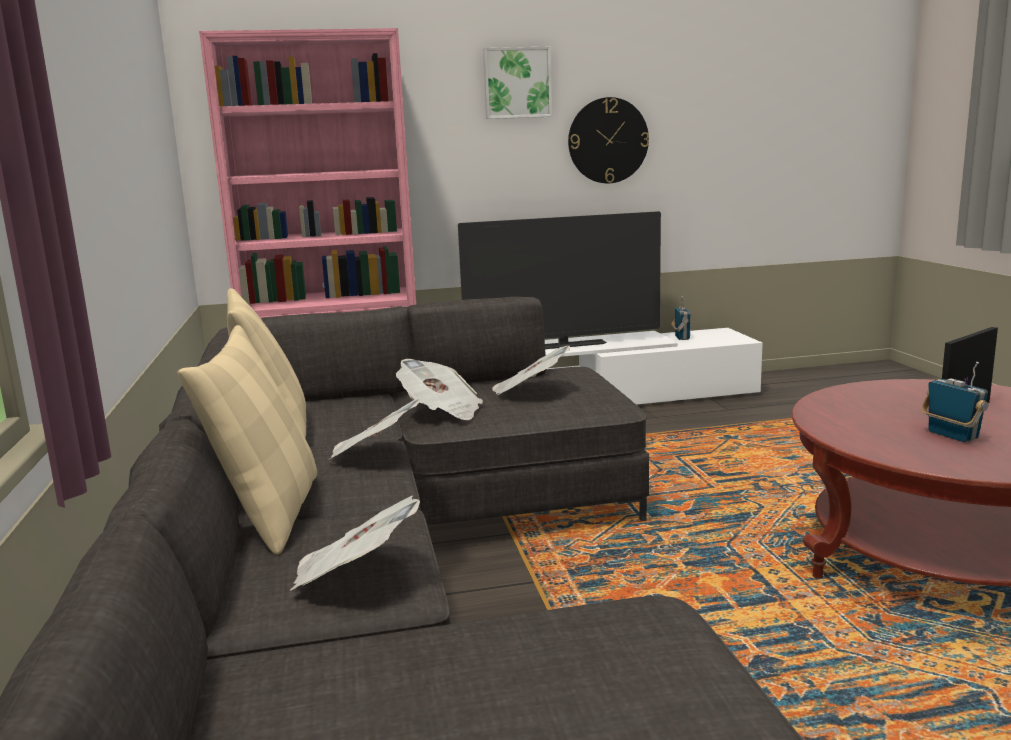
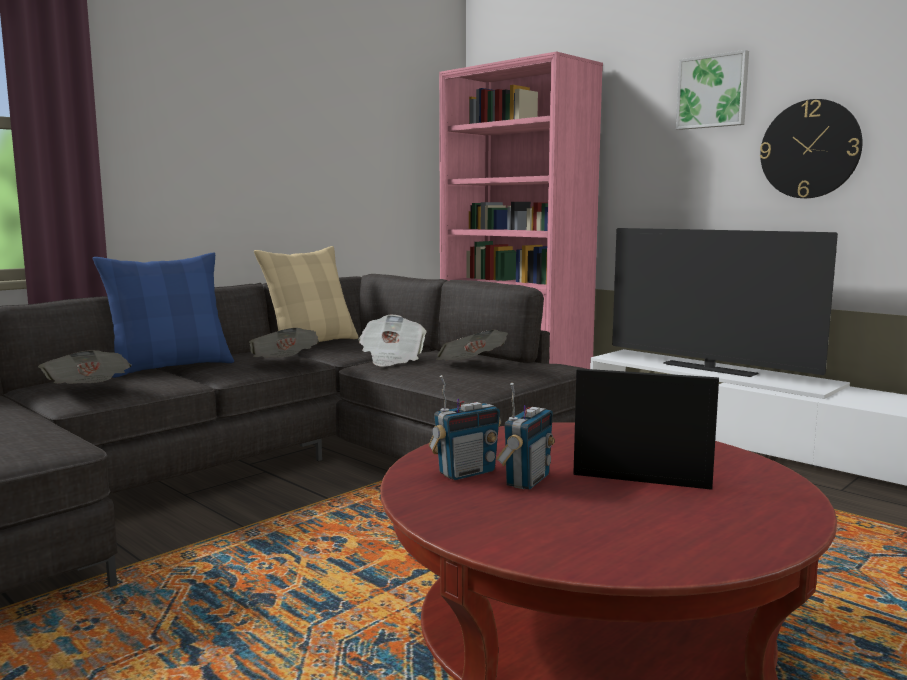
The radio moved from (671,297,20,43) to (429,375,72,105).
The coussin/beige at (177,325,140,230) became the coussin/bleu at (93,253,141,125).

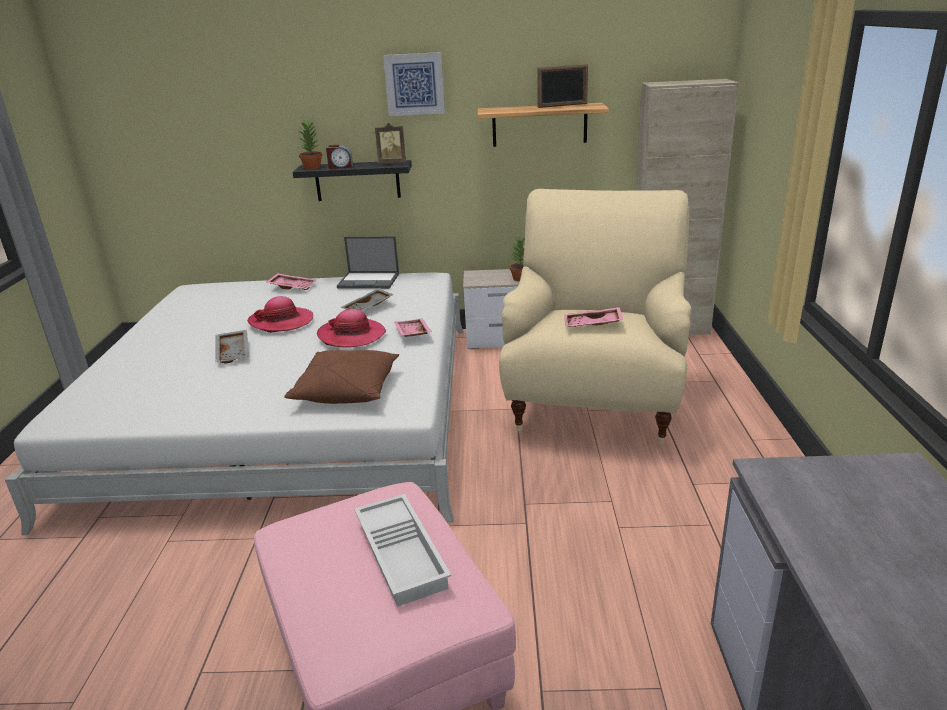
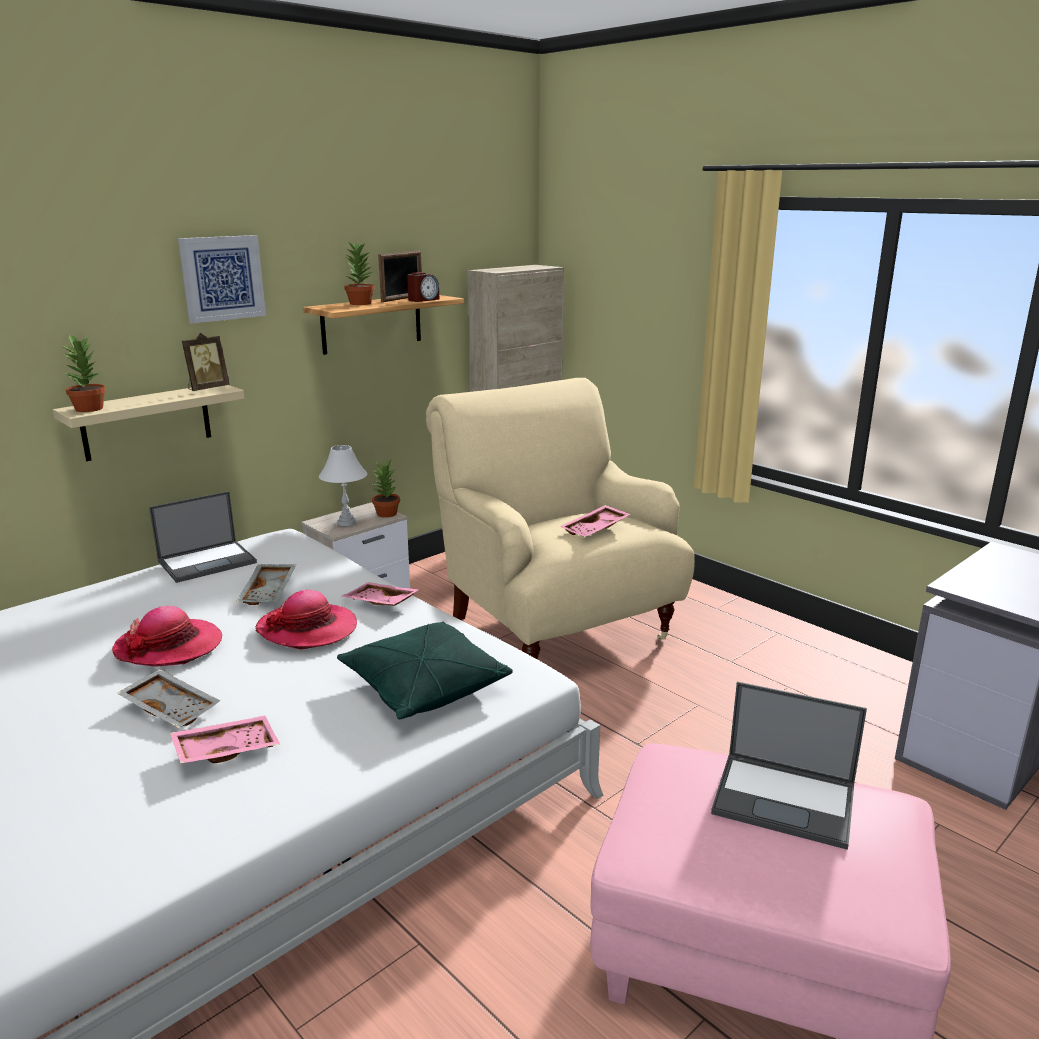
The lampe de table/blanc at (319,445,48,81) appeared.
The plante en pot at (344,242,31,63) appeared.
The plateau/rose moved from (267,273,50,17) to (170,715,110,48).
The réveil moved from (326,145,27,24) to (407,272,32,30).
The plateau/blanc at (354,494,97,113) was replaced by the ordinateur portable at (711,682,156,168).
The coussin/marron at (284,350,115,54) became the coussin/vert at (337,622,176,97).
The étagère/noir at (293,160,119,41) became the étagère/beige at (53,385,192,76).

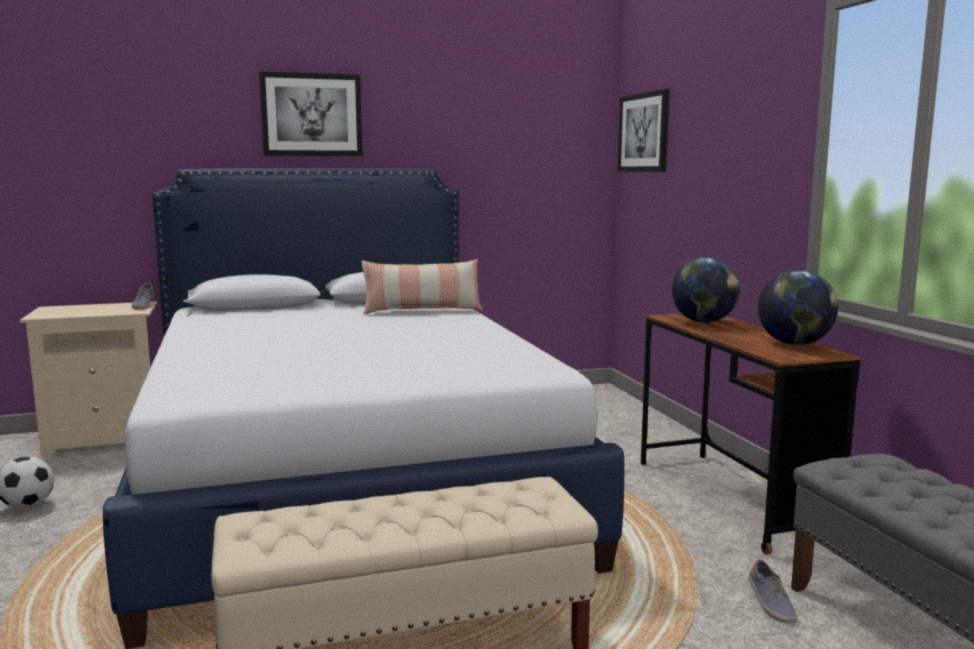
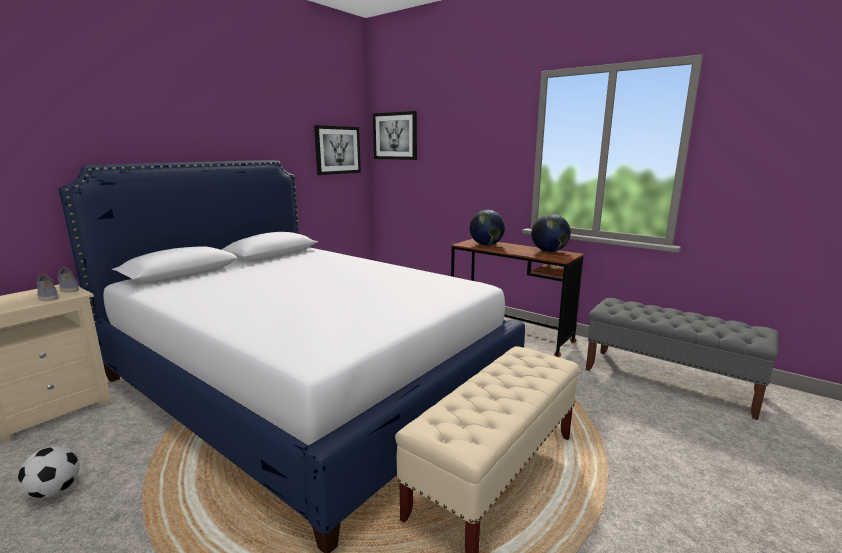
The coussin at (361,259,122,56) disappeared.
The tableau moved from (259,71,104,85) to (314,125,47,50).
The chaussure moved from (748,559,50,64) to (37,274,22,27).

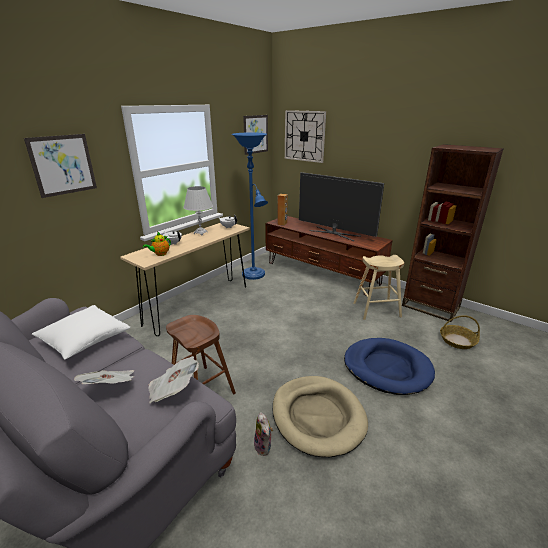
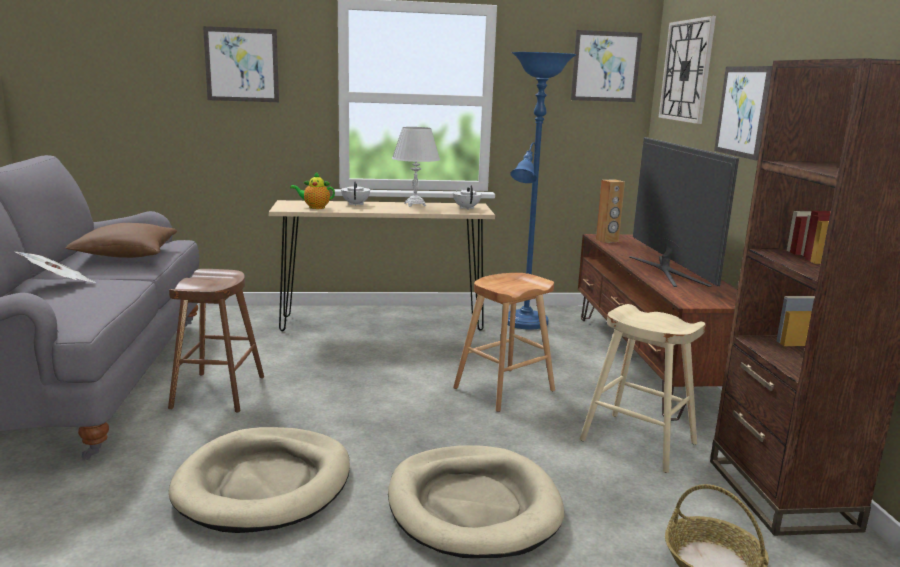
The journal at (148,356,51,48) disappeared.
The peluche at (254,412,19,44) disappeared.
The tabouret/marron at (453,273,102,139) appeared.
The tableau at (714,66,58,95) appeared.
The coussin/blanc at (32,305,99,54) became the coussin/marron at (66,223,111,35).
The panier pour chien/bleu at (344,338,91,57) became the panier pour chien/beige at (388,445,176,113).

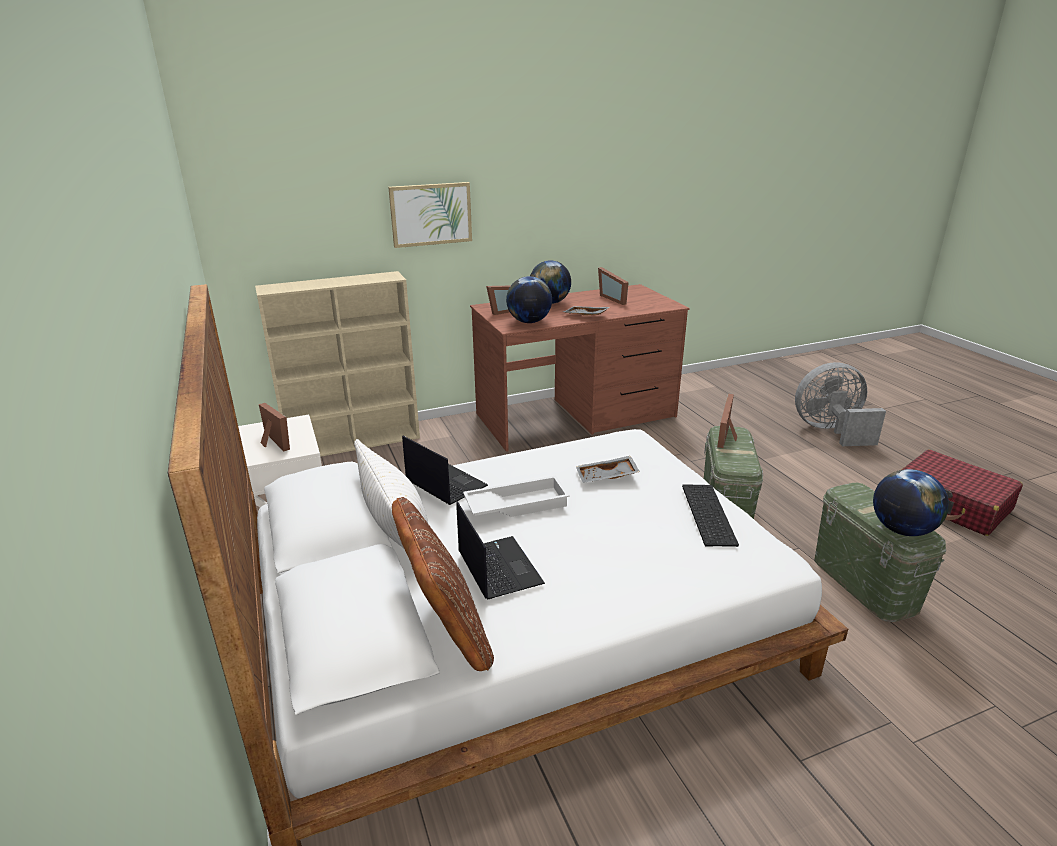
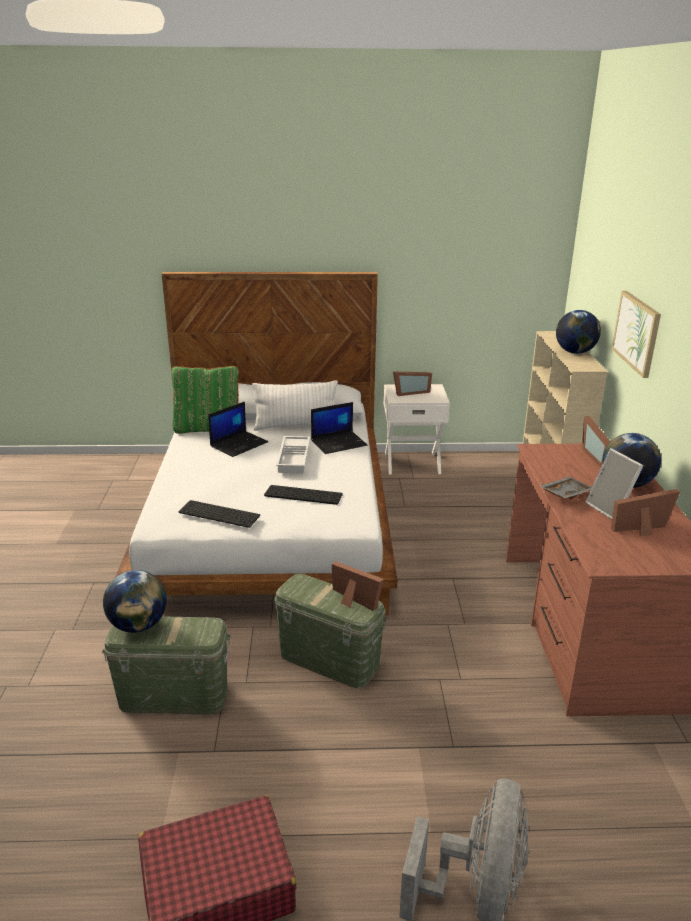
The cadre photo at (585,448,58,72) appeared.
The globe moved from (506,276,46,47) to (556,310,45,44).
The plateau/gris at (576,456,64,27) was replaced by the clavier at (264,485,79,20).
The coussin/marron at (392,497,102,174) became the coussin/vert at (171,366,68,68).
The ordinateur portable at (456,501,89,99) turned 45 degrees counterclockwise.

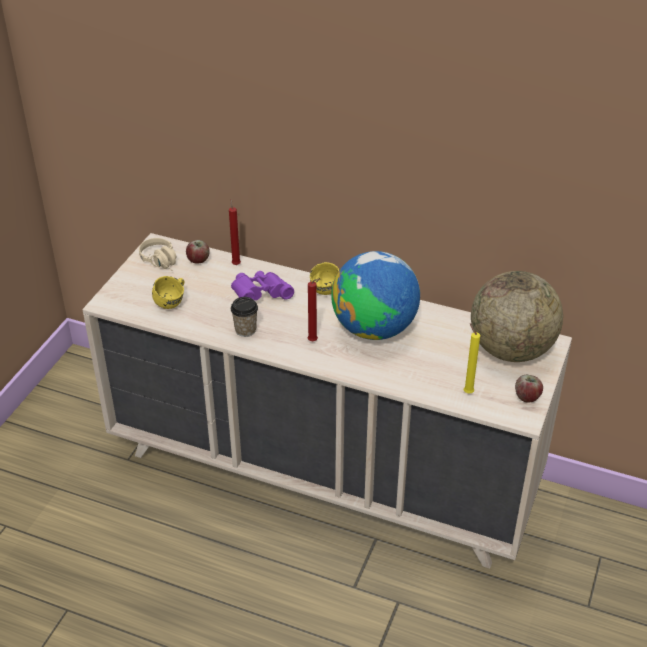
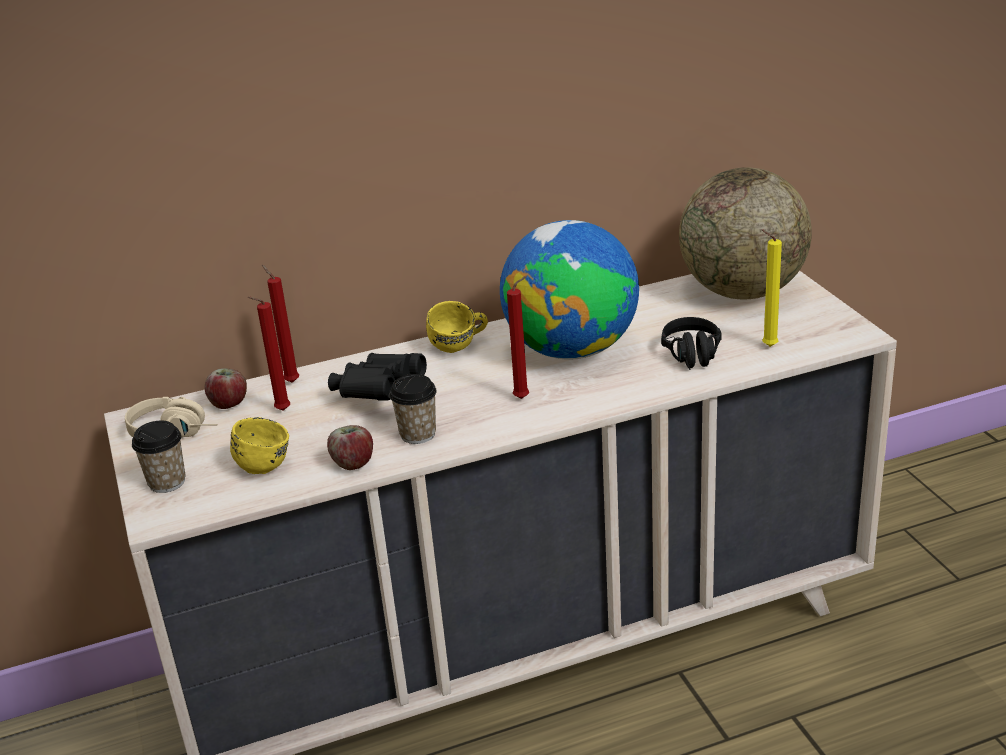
The tasse at (132,421,54,72) appeared.
The bougie/rouge at (248,297,42,114) appeared.
The casque audio/noir at (661,317,61,53) appeared.
The pomme moved from (515,375,28,28) to (327,425,46,45).
The jumelles/violet at (231,271,63,29) became the jumelles/noir at (328,353,99,47).

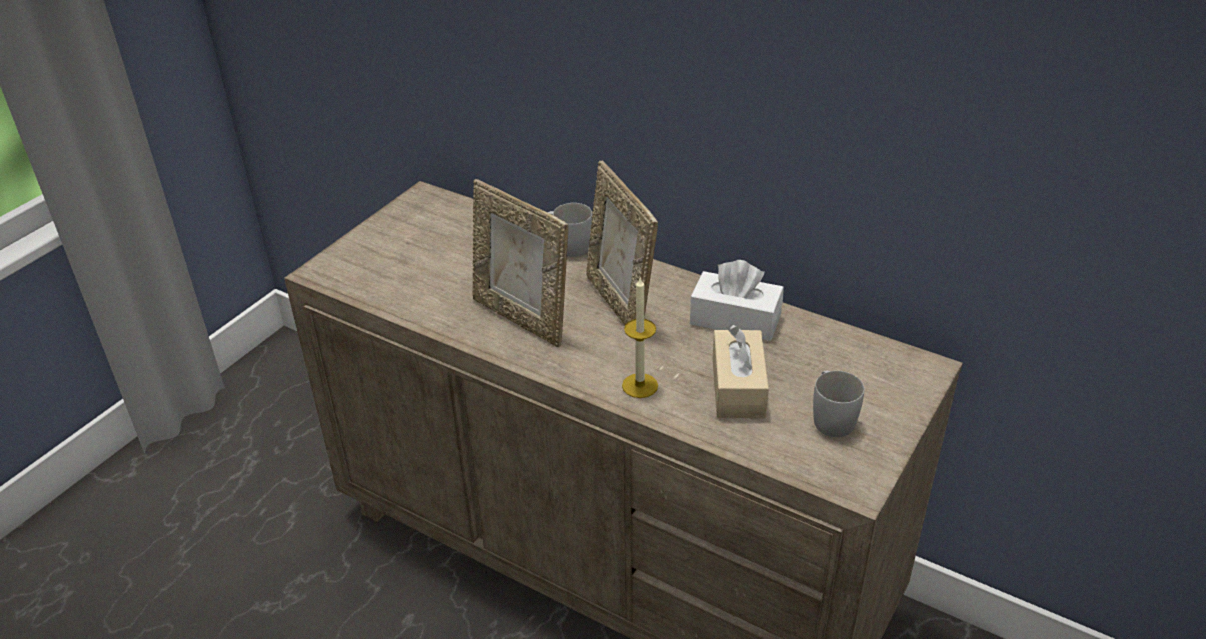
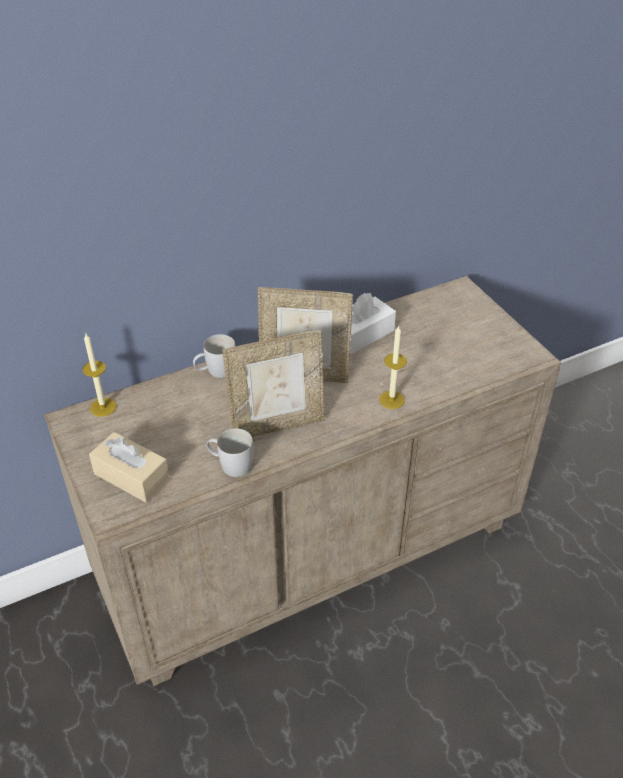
The bougie at (82,334,34,83) appeared.
The boîte à mouchoirs/beige moved from (713,325,56,93) to (89,432,81,70).
The mug/blanc moved from (813,371,51,66) to (207,428,46,49).

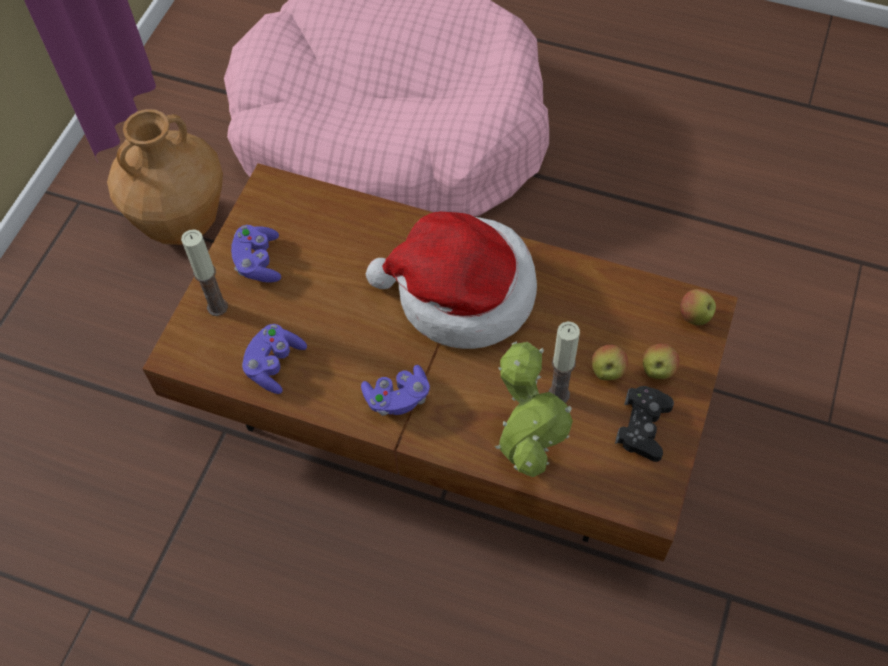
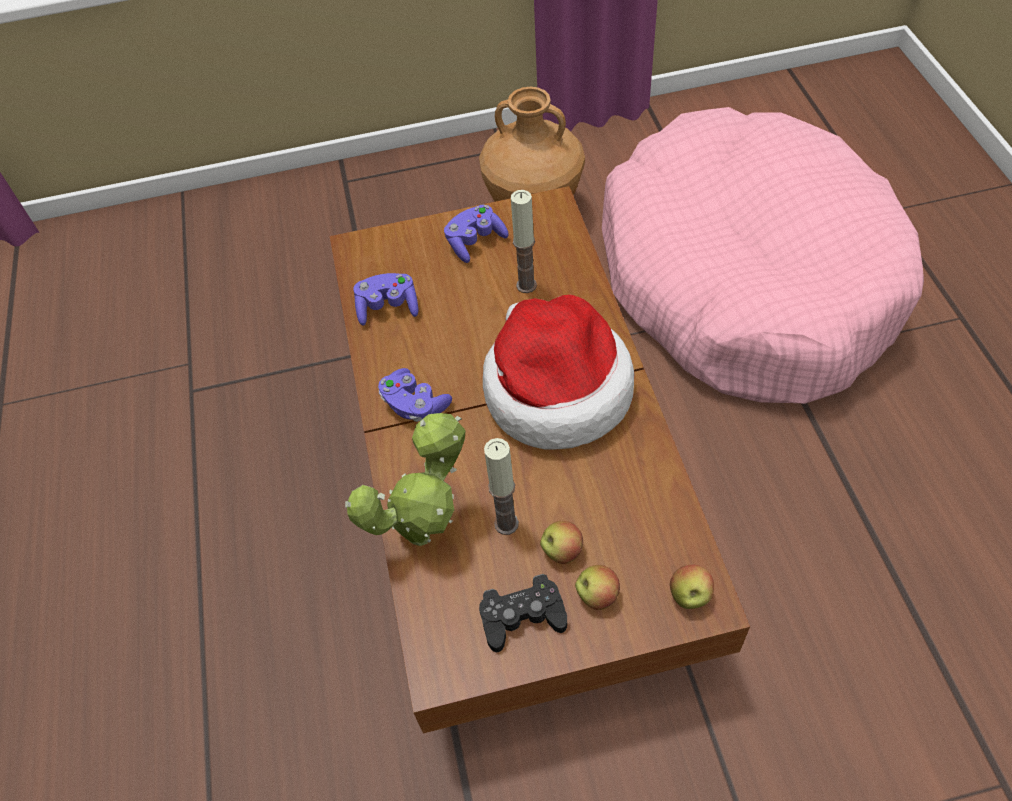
The bougie moved from (181,229,47,87) to (511,190,26,103).

